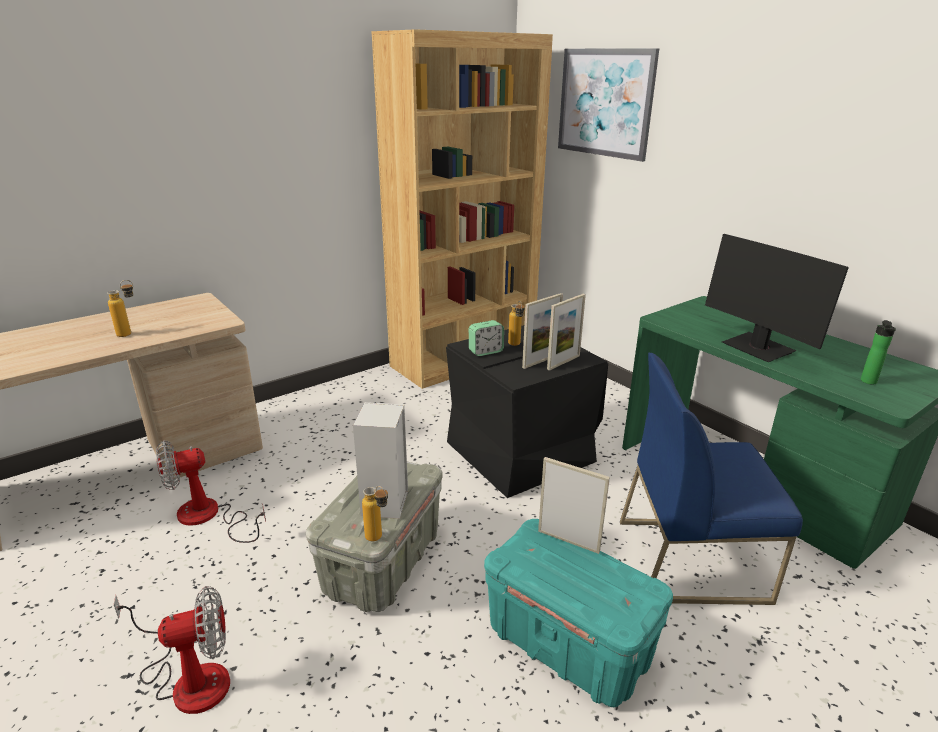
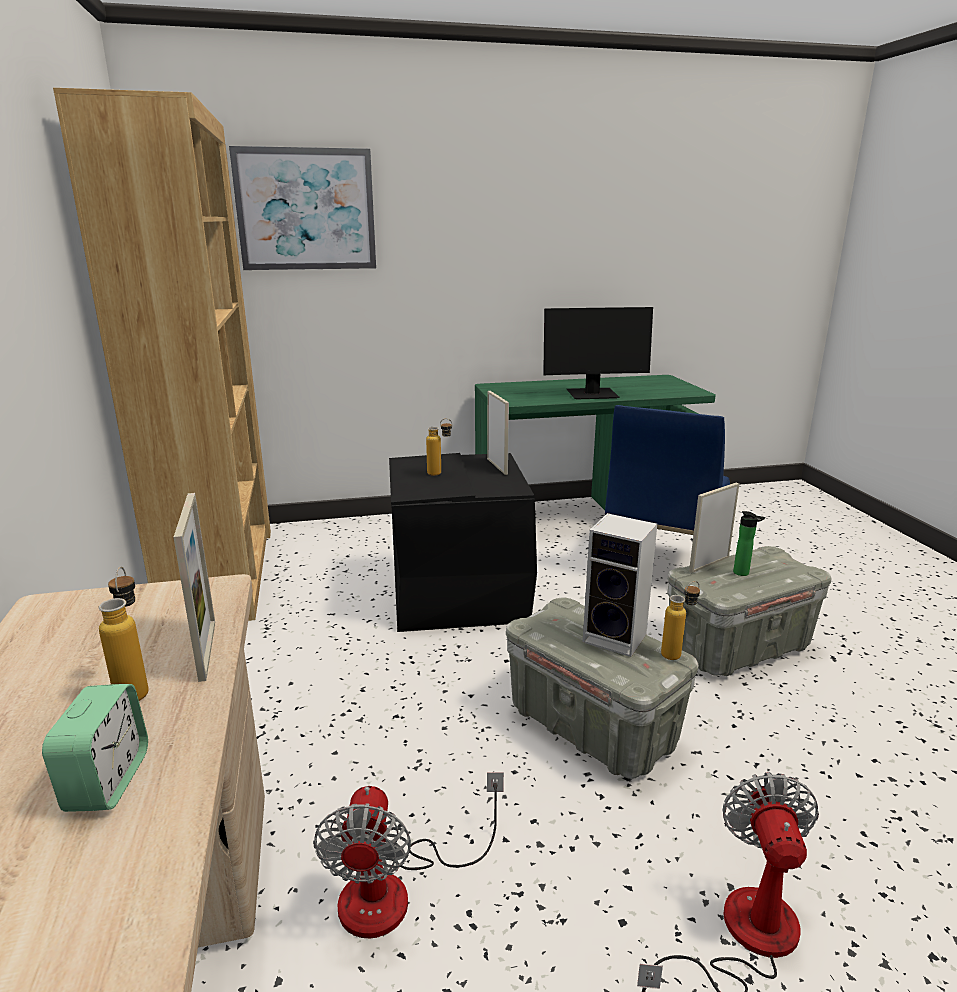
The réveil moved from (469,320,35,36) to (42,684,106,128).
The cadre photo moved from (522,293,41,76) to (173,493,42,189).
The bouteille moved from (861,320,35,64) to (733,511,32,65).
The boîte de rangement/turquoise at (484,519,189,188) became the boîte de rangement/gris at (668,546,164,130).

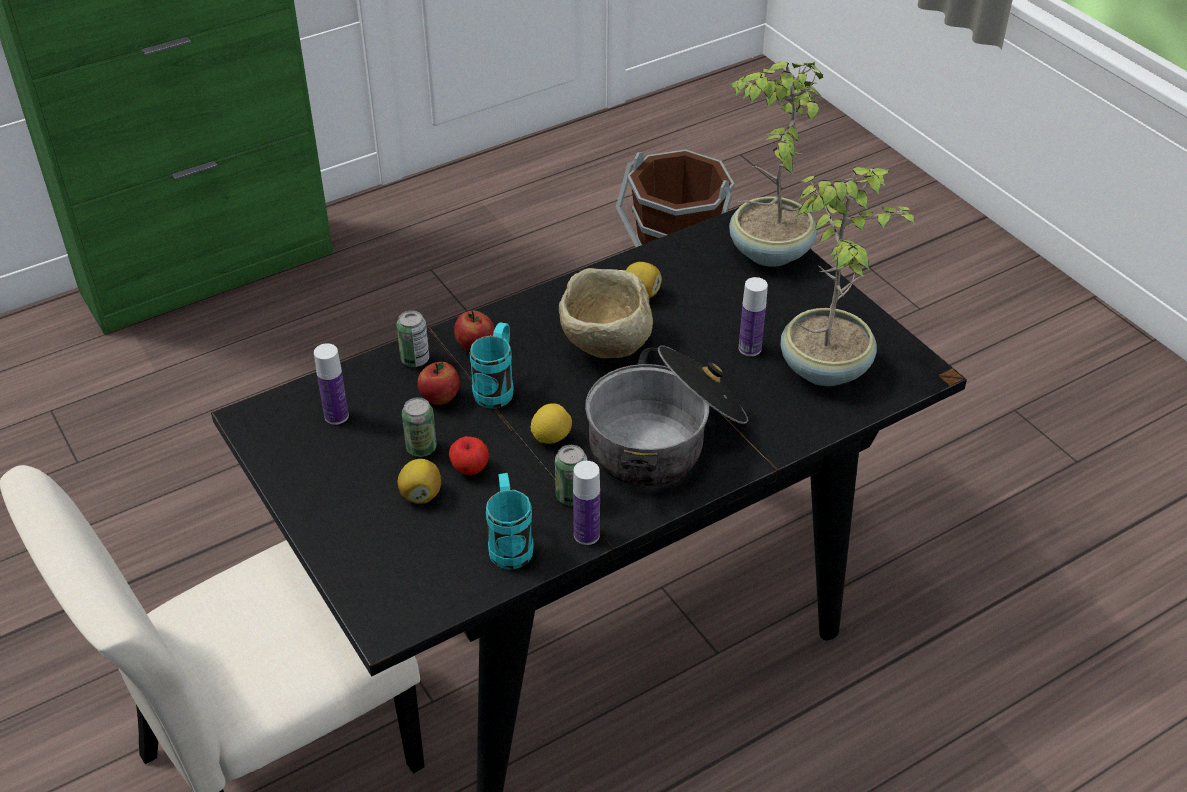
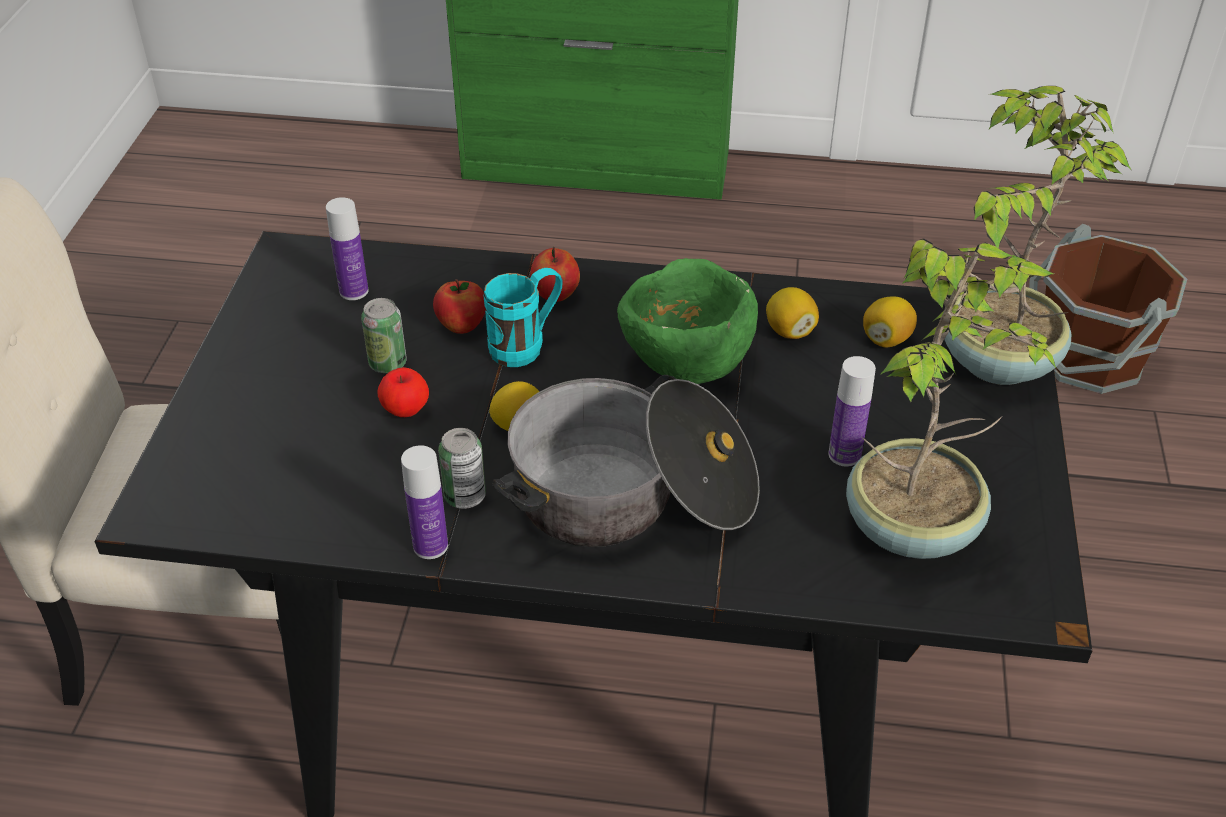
The boîte métallique at (396,310,33,57) disappeared.
The mug/turquoise at (486,473,48,96) disappeared.
The citron moved from (398,459,43,45) to (863,296,54,52).
The bol/beige at (559,268,94,90) became the bol/vert at (617,258,141,126).

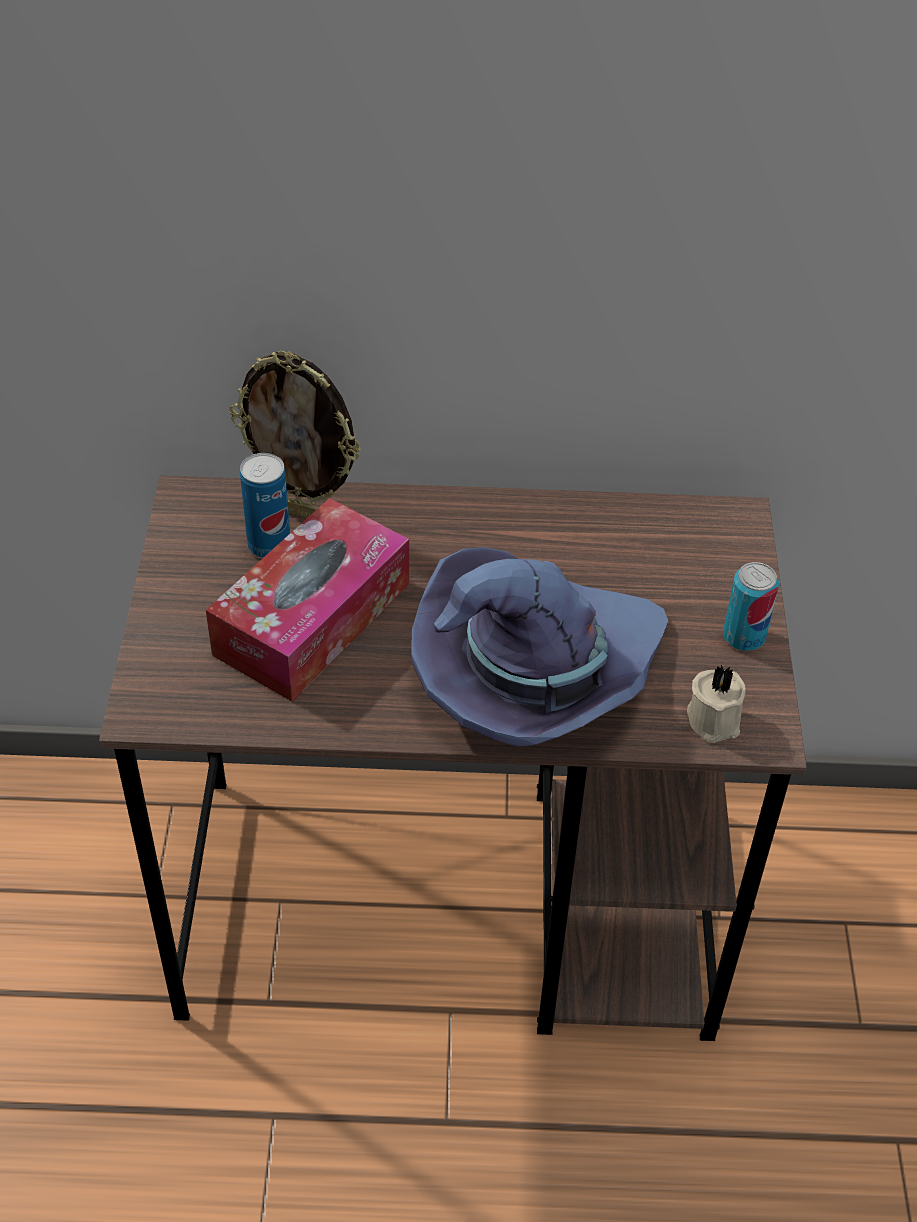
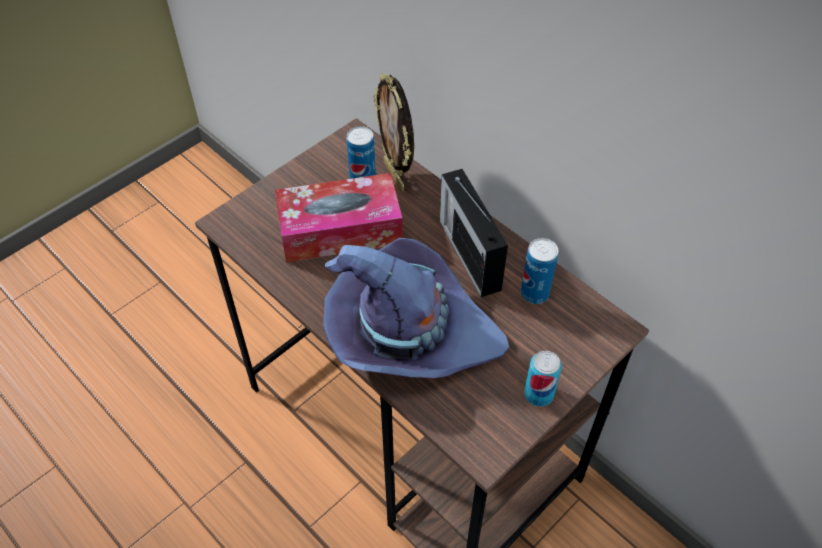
The bougie/beige at (687,665,59,78) disappeared.
The radio at (440,169,68,128) appeared.
The boîte métallique at (521,238,37,66) appeared.

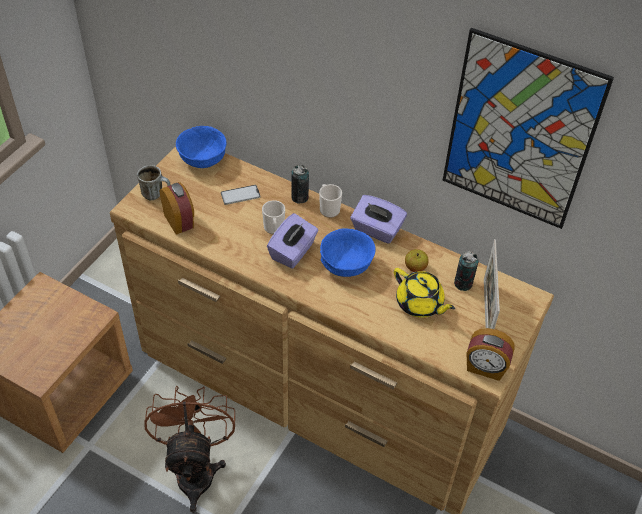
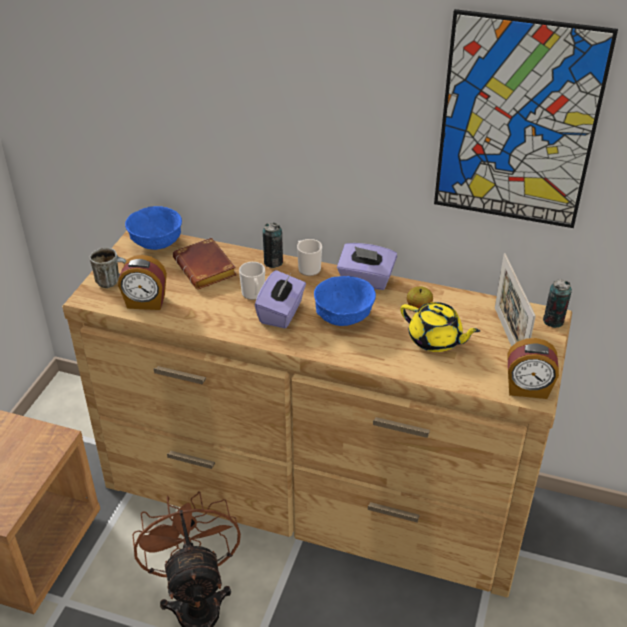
The boîte métallique moved from (454,251,25,40) to (543,280,29,48).
The téléphone at (221,185,39,20) was replaced by the livre/marron at (173,238,64,51).
The réveil at (160,182,34,53) turned 135 degrees clockwise.

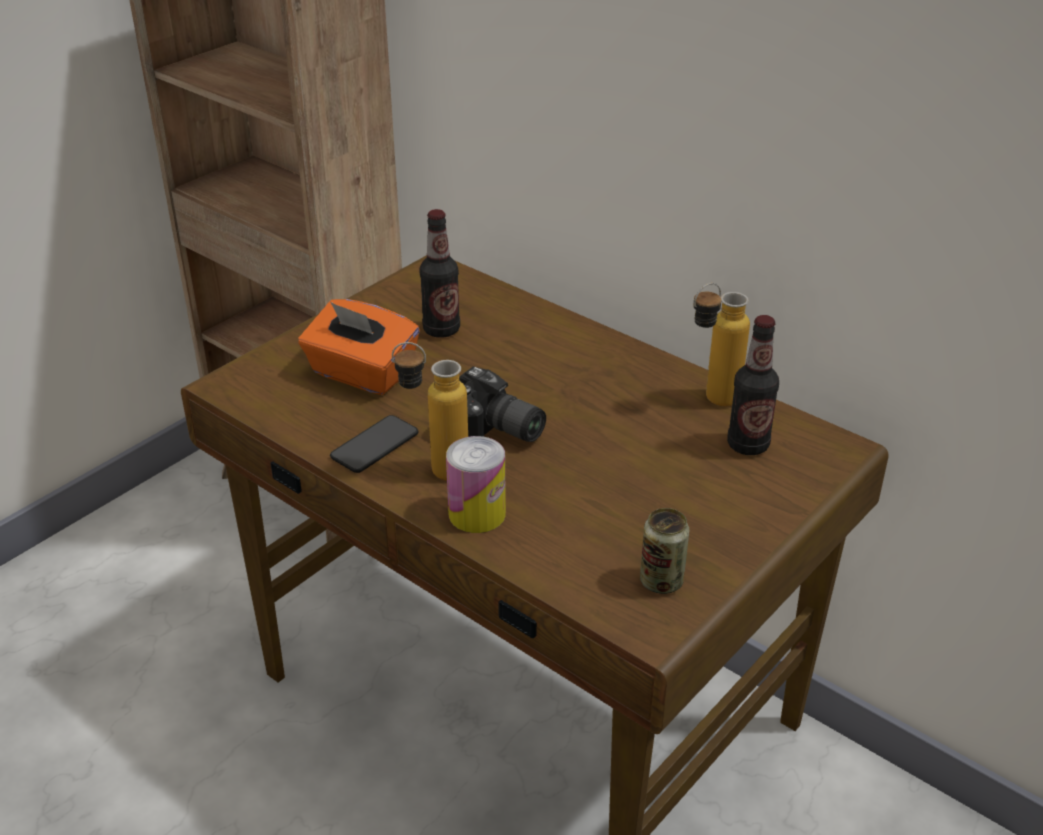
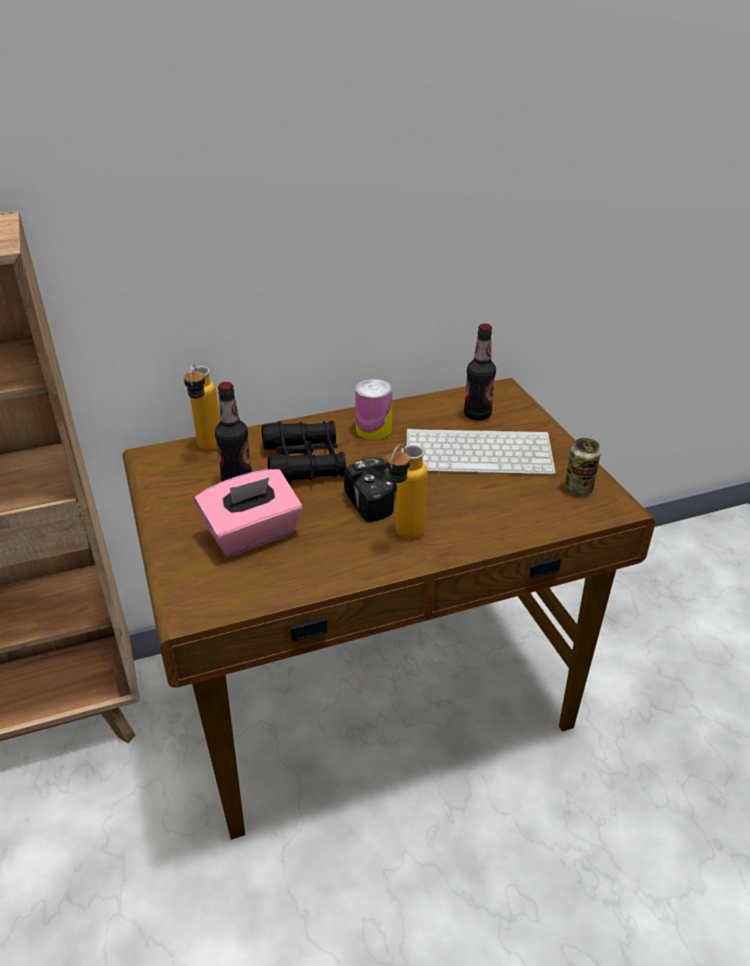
The téléphone at (330,415,88,58) disappeared.
The jumelles/noir at (262,421,84,63) appeared.
The clavier at (406,428,150,47) appeared.
The boîte métallique moved from (446,436,60,97) to (355,379,37,61).
The bouteille moved from (693,283,57,123) to (184,364,36,87).
The boîte à mouchoirs/orange at (298,299,122,96) became the boîte à mouchoirs/rose at (195,469,107,87).

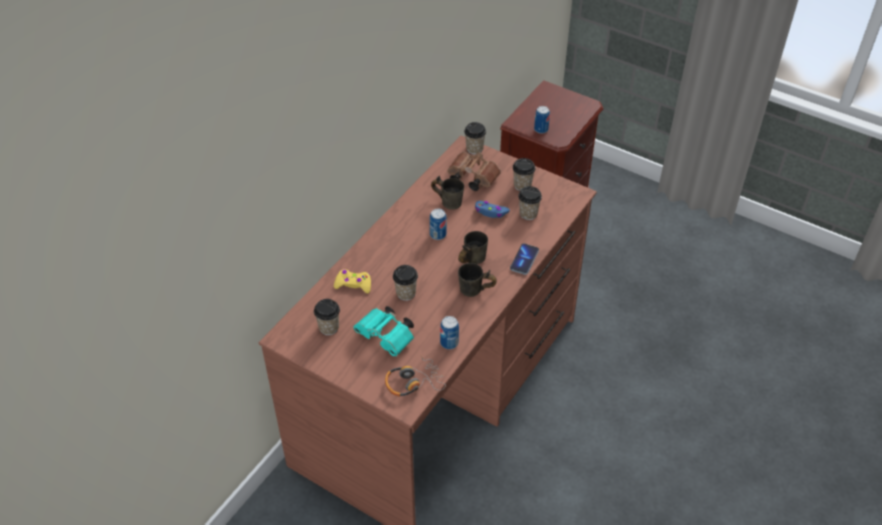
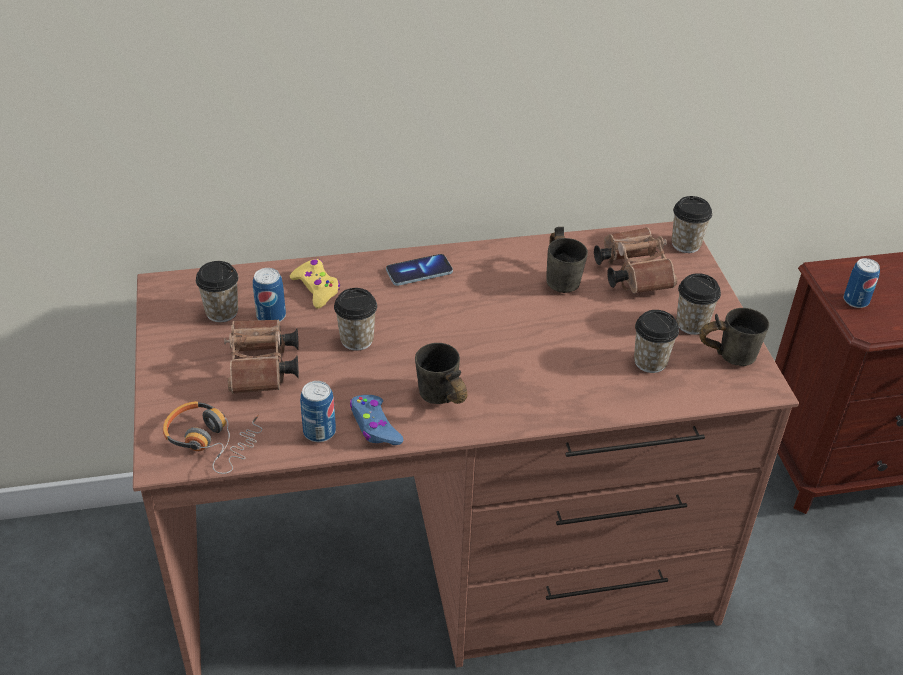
The boîte métallique moved from (430,209,17,31) to (253,268,33,54).
The mug/gris moved from (458,231,30,33) to (699,308,70,58).
The manette/bleu moved from (475,201,35,17) to (350,395,53,50).
The téléphone moved from (510,244,29,31) to (386,254,67,32).
The jumelles/turquoise at (353,306,61,50) became the jumelles/marron at (224,319,75,75).

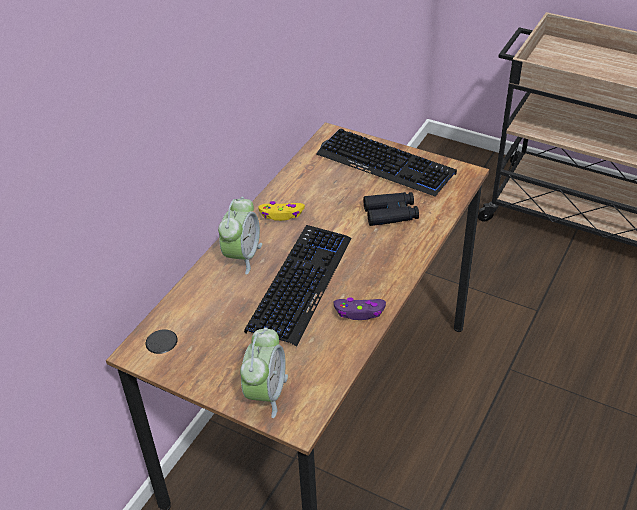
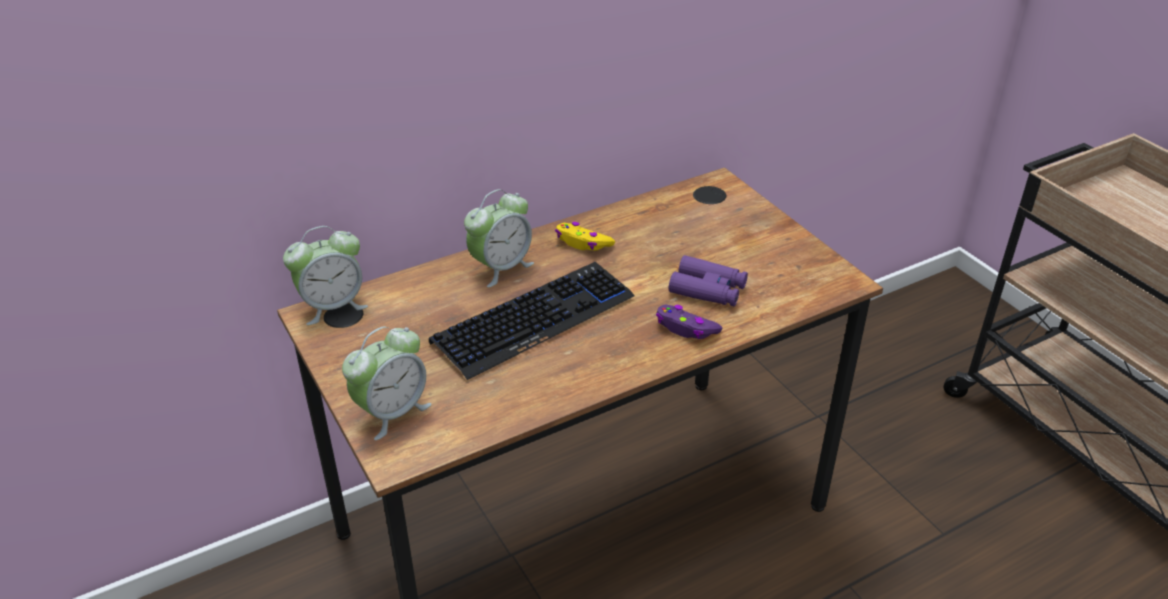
The clavier at (316,129,141,68) disappeared.
The réveil at (283,226,85,99) appeared.
The manette/violet moved from (334,297,52,23) to (656,304,66,35).
The jumelles/noir at (363,192,56,34) became the jumelles/violet at (669,255,79,51).

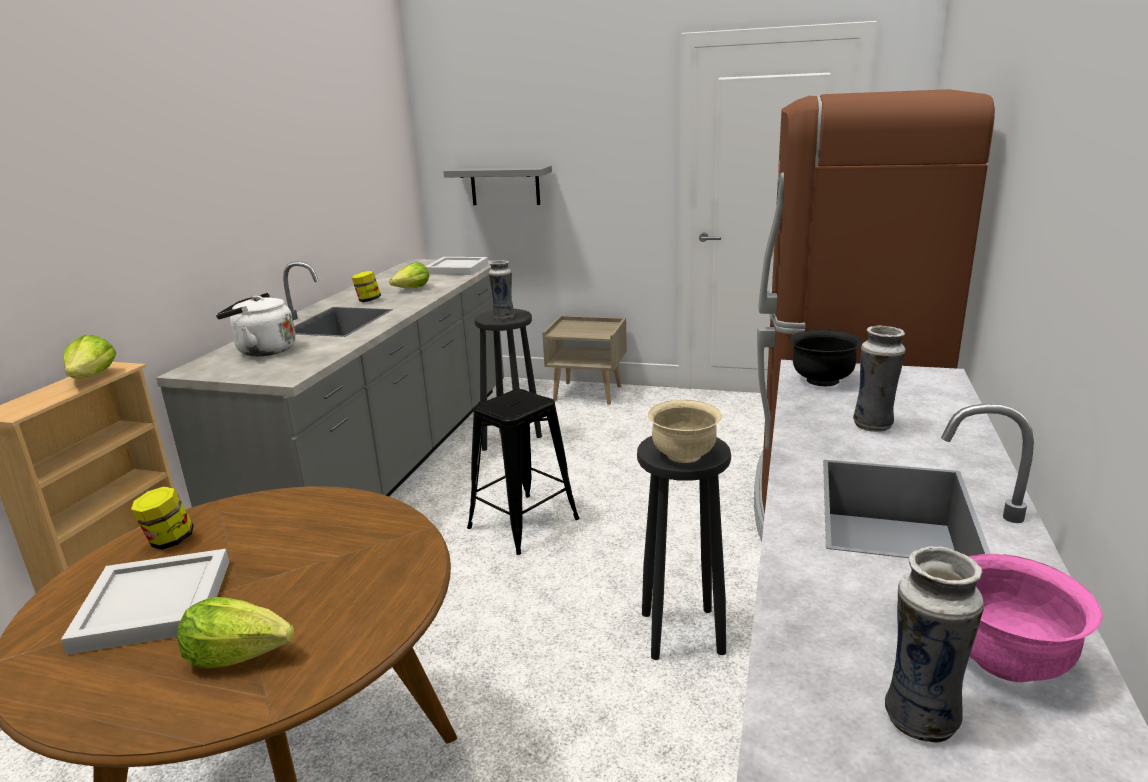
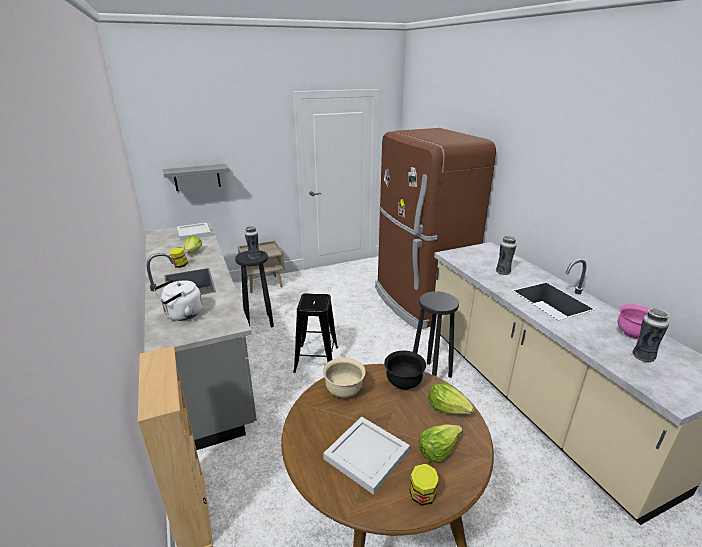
The laitue moved from (64,335,53,44) to (428,383,46,31).
The bocal moved from (131,486,63,64) to (409,463,30,43).
The bol/beige moved from (648,400,74,63) to (323,358,43,40).
The bol/noir moved from (789,330,73,56) to (384,351,42,39).

